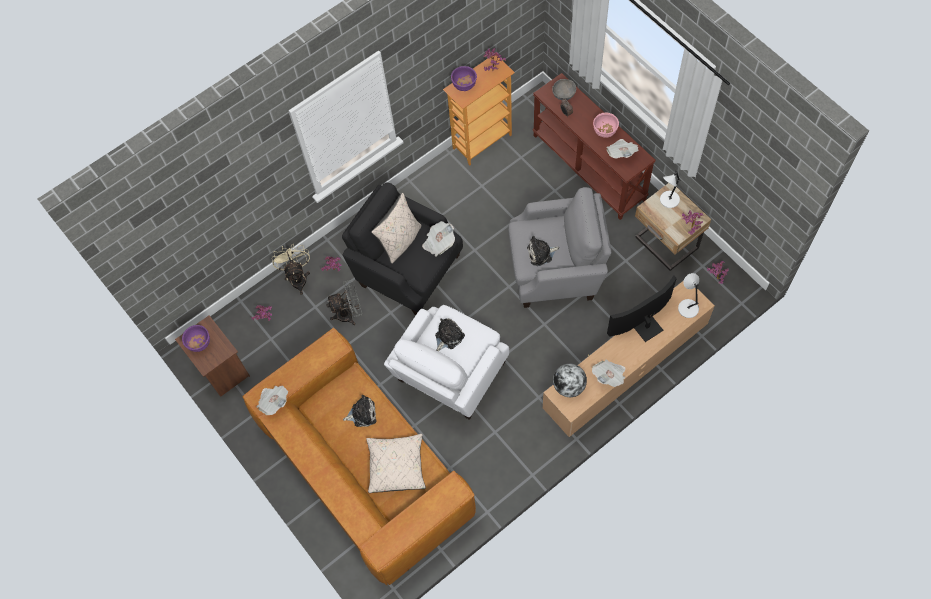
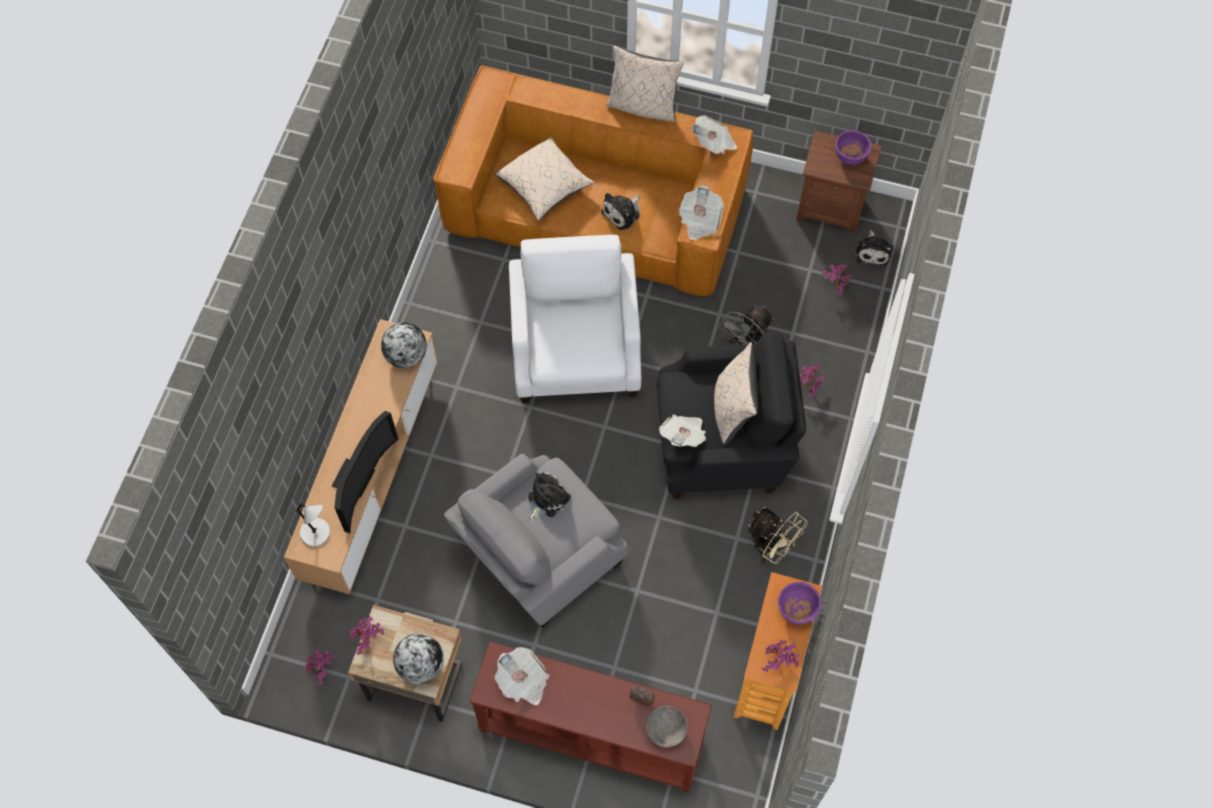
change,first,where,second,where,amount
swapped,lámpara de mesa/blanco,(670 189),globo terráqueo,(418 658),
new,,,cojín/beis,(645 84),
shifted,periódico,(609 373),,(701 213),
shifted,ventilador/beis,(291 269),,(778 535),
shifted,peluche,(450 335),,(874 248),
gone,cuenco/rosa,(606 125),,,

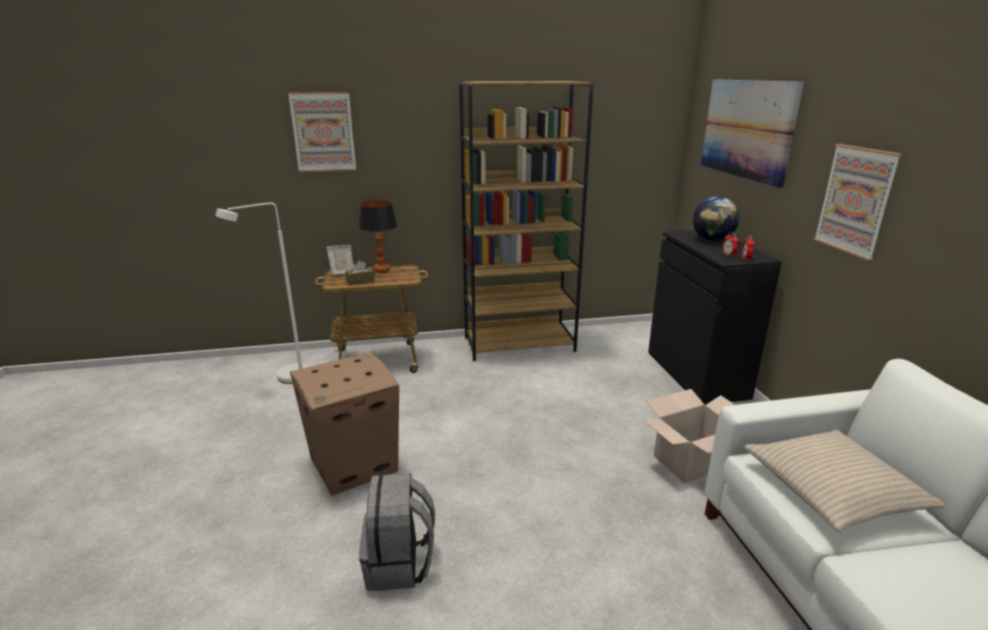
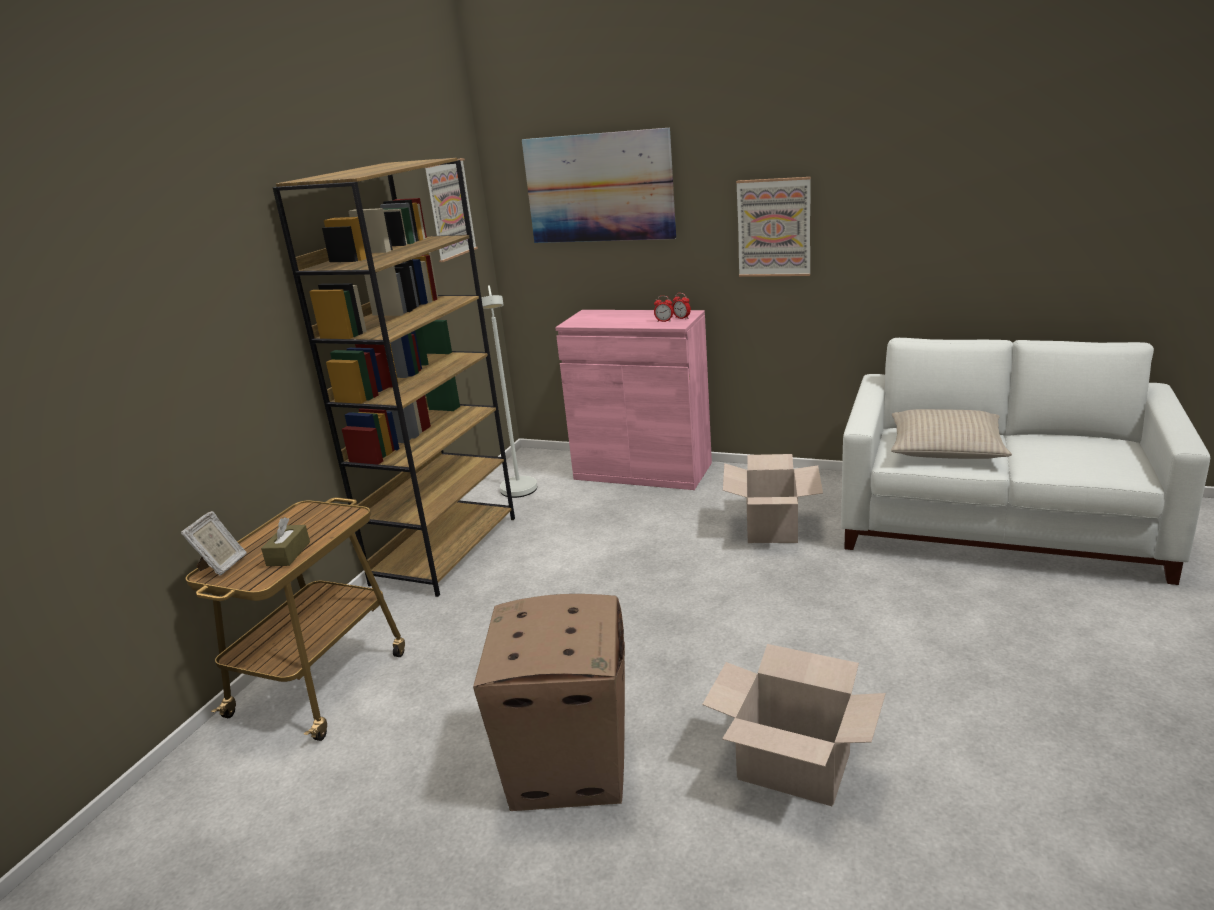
change,first,where,second,where,amount
shifted,cuadro,(322 132),,(451 210),
shifted,lámpara de pie/blanco,(261 293),,(509 391),
repainted,armario/negro,(715 317),armario/rosa,(633 400),
swapped,mochila/gris,(397 532),caja de cartón,(794 725),
gone,lámpara de mesa,(378 236),,,
gone,globo terráqueo,(716 219),,,

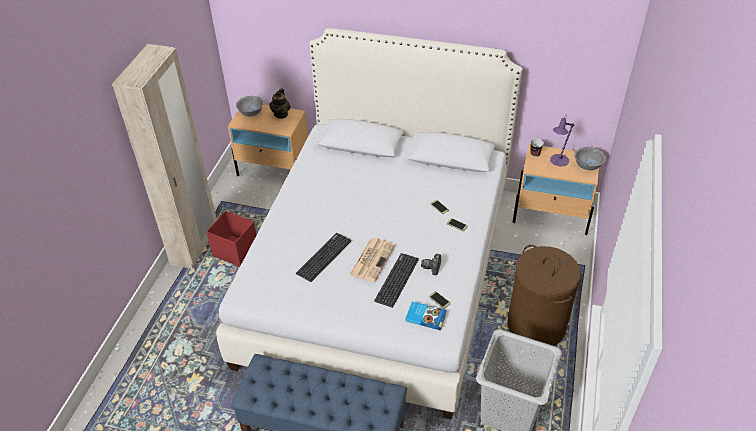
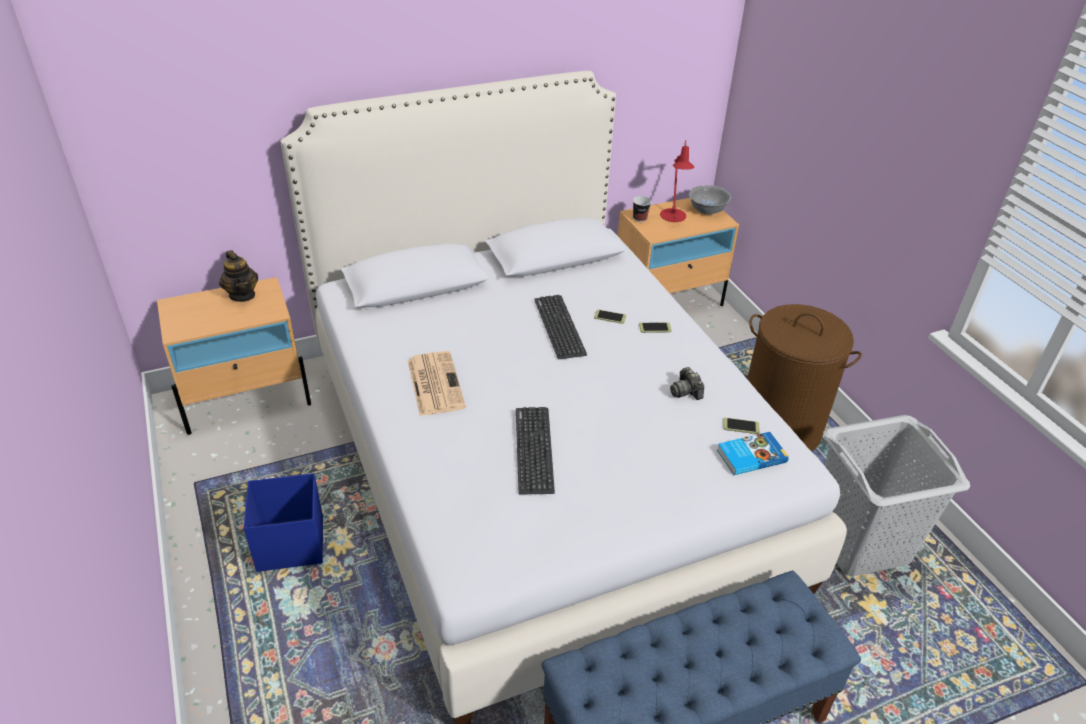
change,first,where,second,where,amount
repainted,caja de almacenaje/rojo,(231 239),caja de almacenaje/azul,(283 522),
shifted,periódico,(372 260),,(437 383),
shifted,teclado,(396 280),,(560 327),
repainted,lámpara de mesa/morado,(562 140),lámpara de mesa/rojo,(677 181),
gone,armario ropero/beis,(164 156),,,
gone,cuenco/gris,(250 106),,,

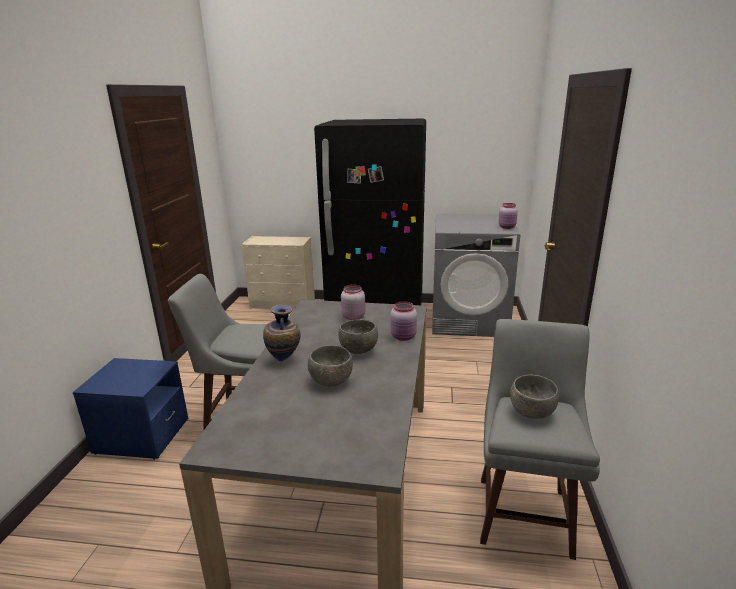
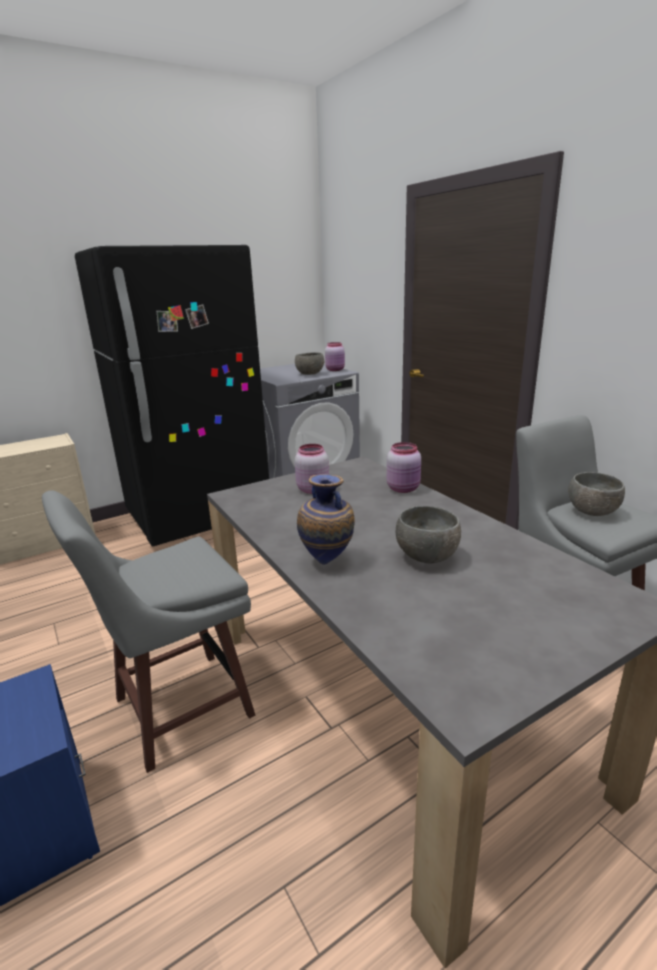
change,first,where,second,where,amount
shifted,cuenco/gris,(358 336),,(309 363),

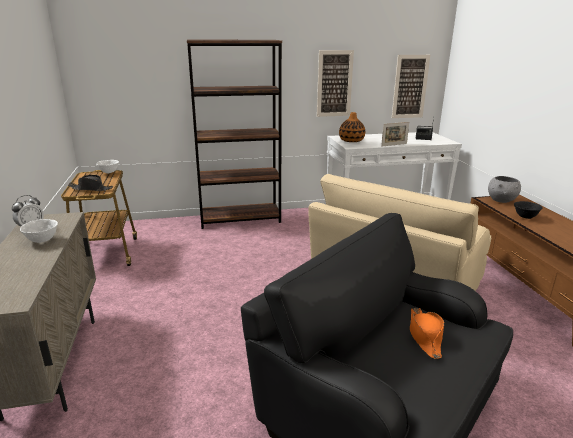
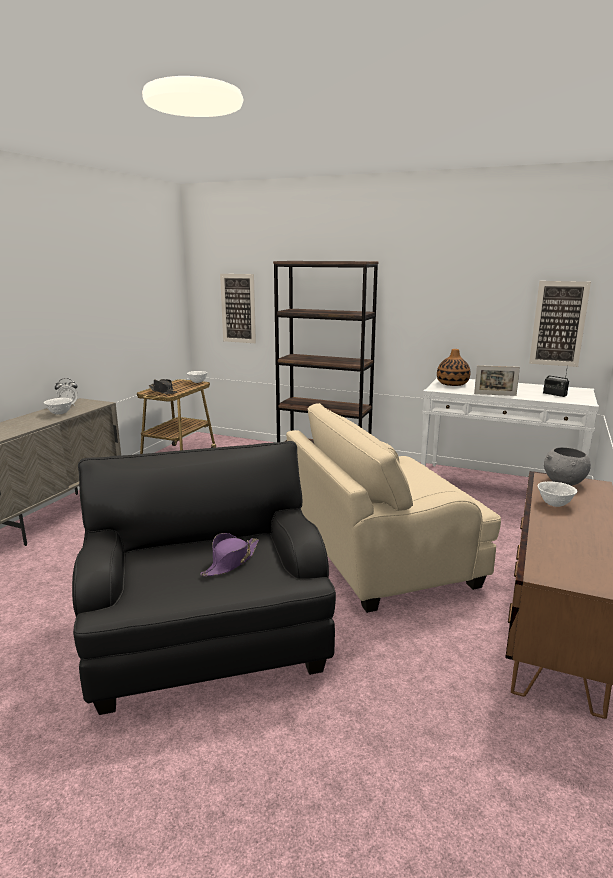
change,first,where,second,where,amount
repainted,sombrero/naranja,(427 333),sombrero/morado,(229 555),
shifted,cuadro,(335 83),,(238 308),
repainted,cuenco/negro,(528 210),cuenco/blanco,(557 494),

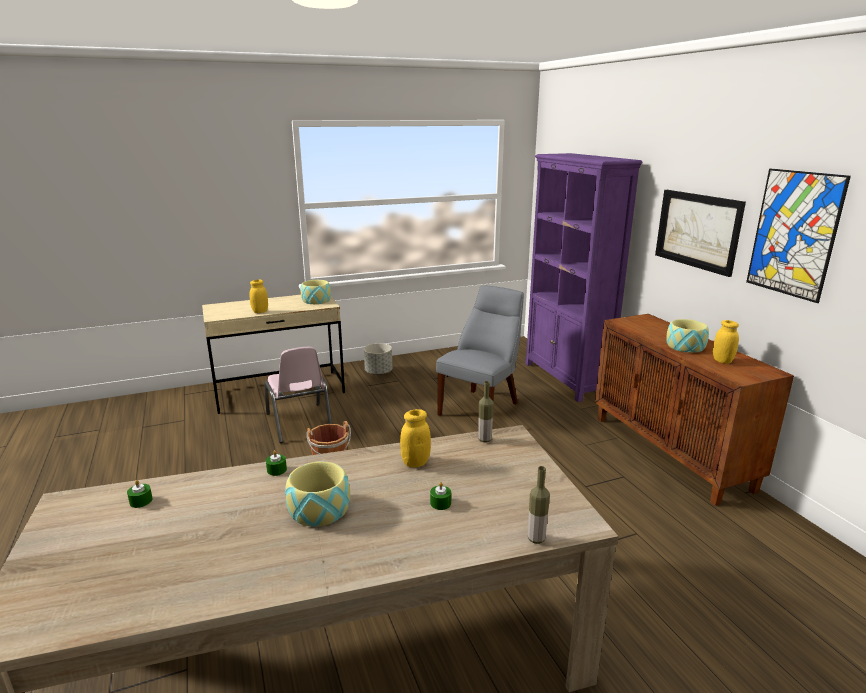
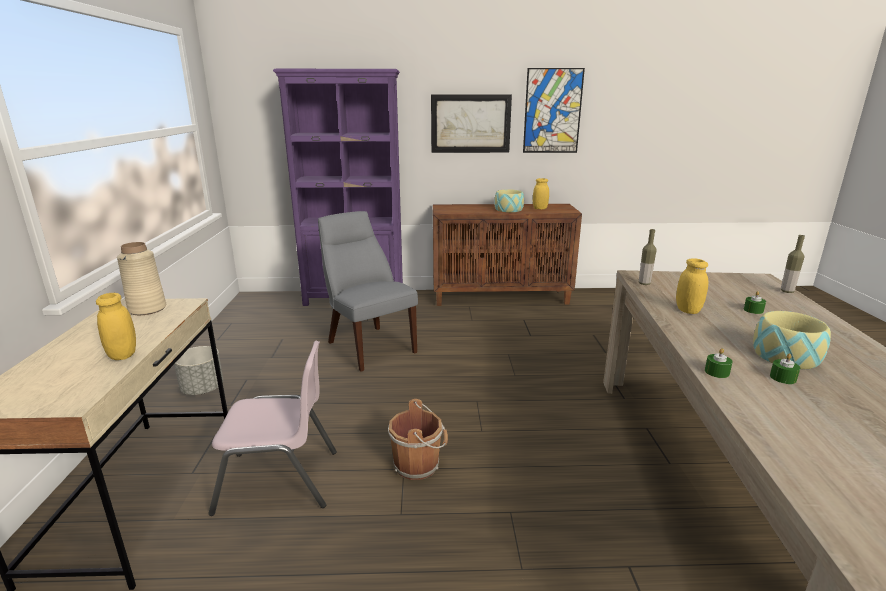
change,first,where,second,where,amount
swapped,cuenco,(316 292),florero/beis,(141 278),
shifted,vela/verde,(140 494),,(785 369),

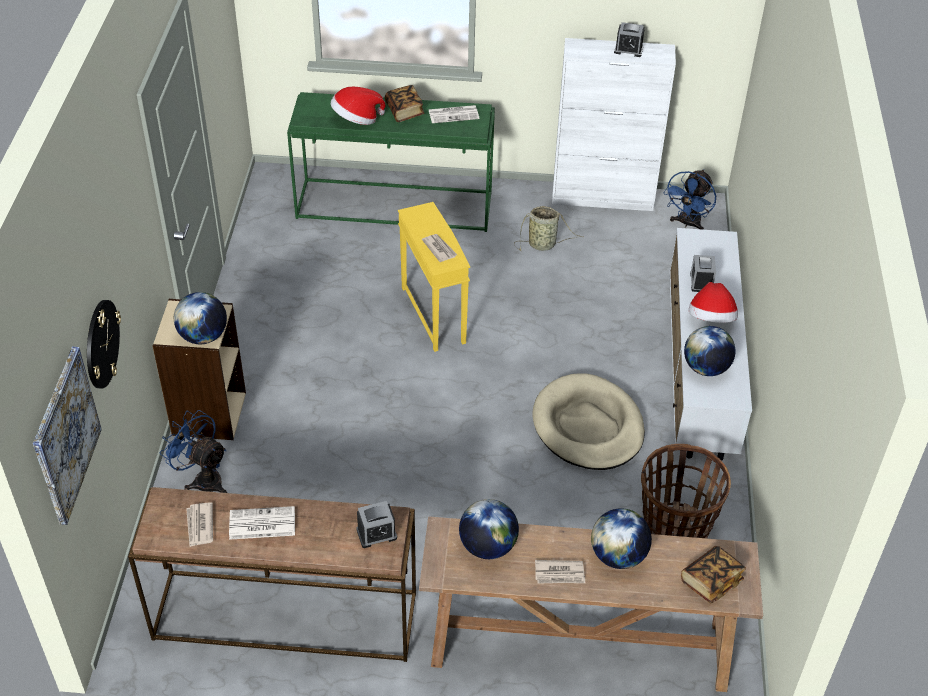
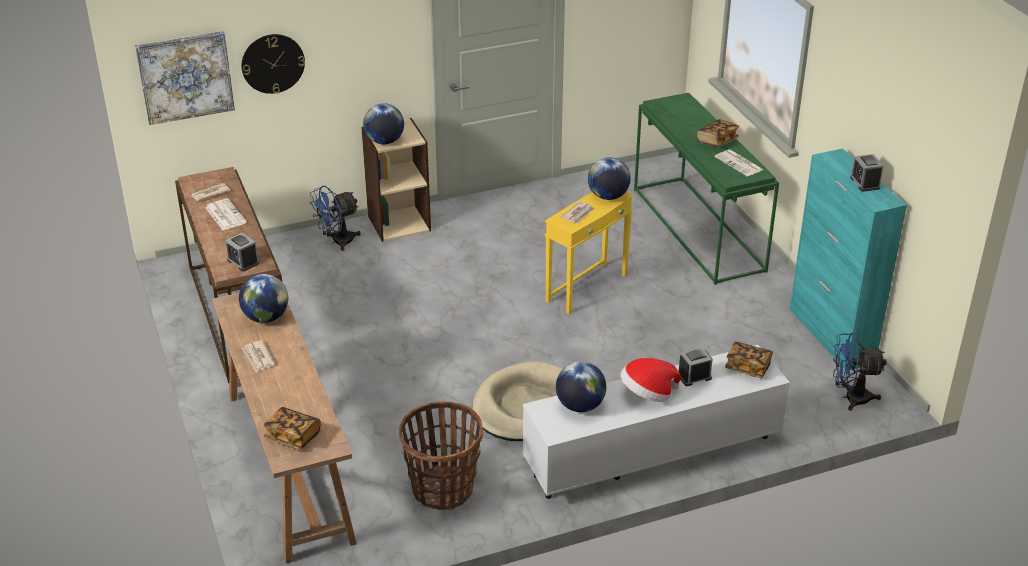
change,first,where,second,where,amount
rotated,ventilador/azul,(193 451),,(335 218),135 degrees counterclockwise
shifted,globo terráqueo,(621 538),,(609 178),
new,,,libro,(749 360),
repainted,armario/blanco,(614 124),armario/turquesa,(848 259),
gone,sombrero,(358 106),,,
gone,cesta,(548 228),,,

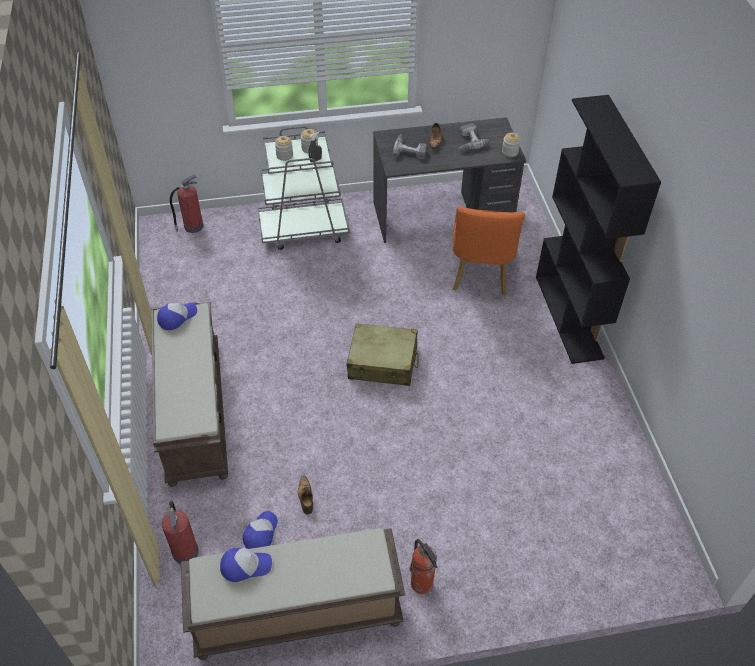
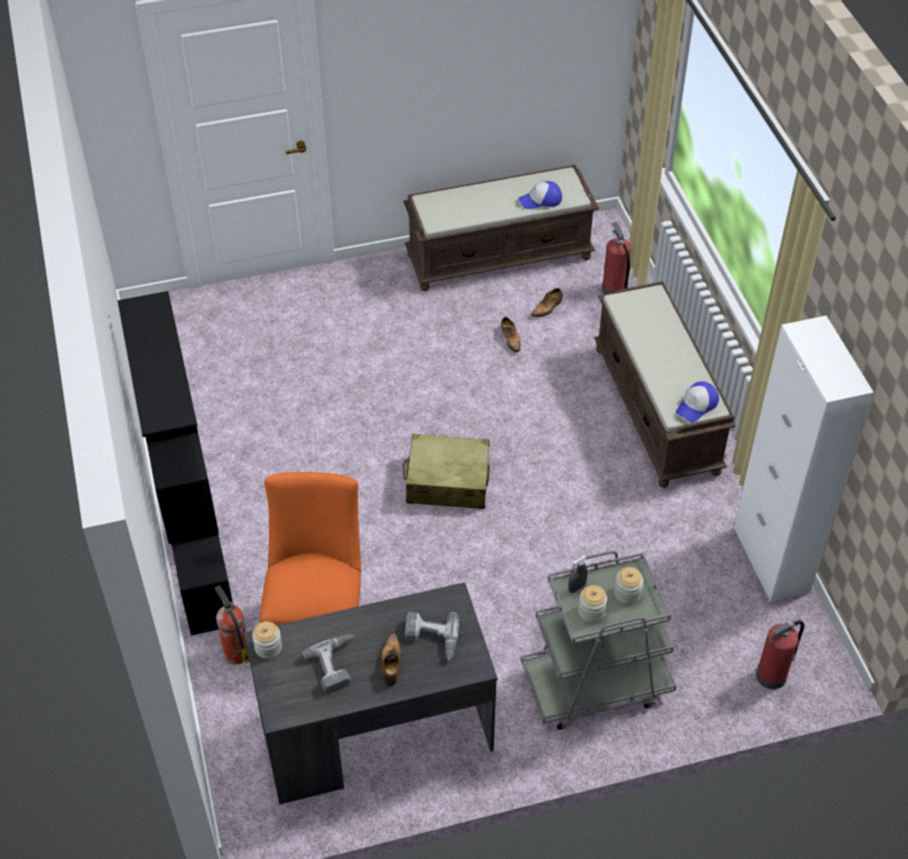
change,first,where,second,where,amount
shifted,extintor,(423 566),,(232 624),
swapped,gorra,(260 530),zapato,(546 302),
new,,,armario/blanco,(804 459),

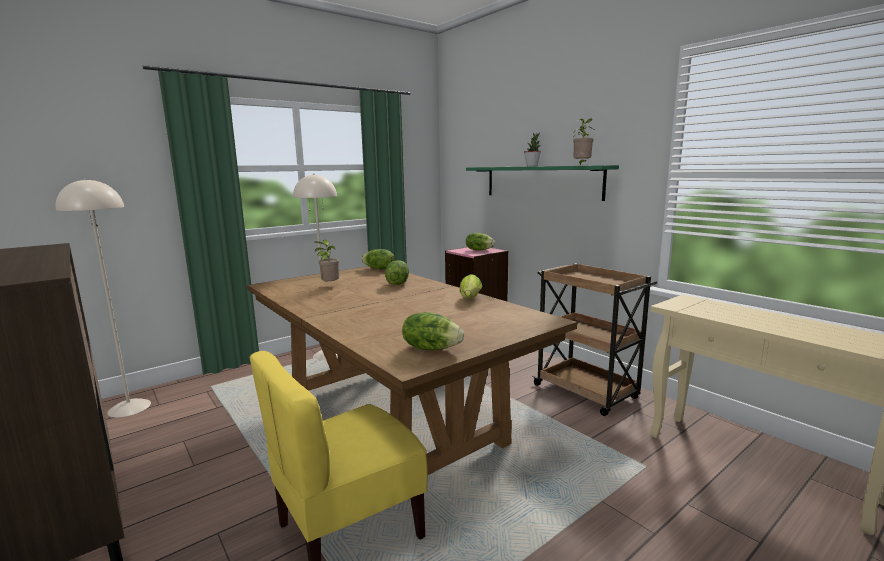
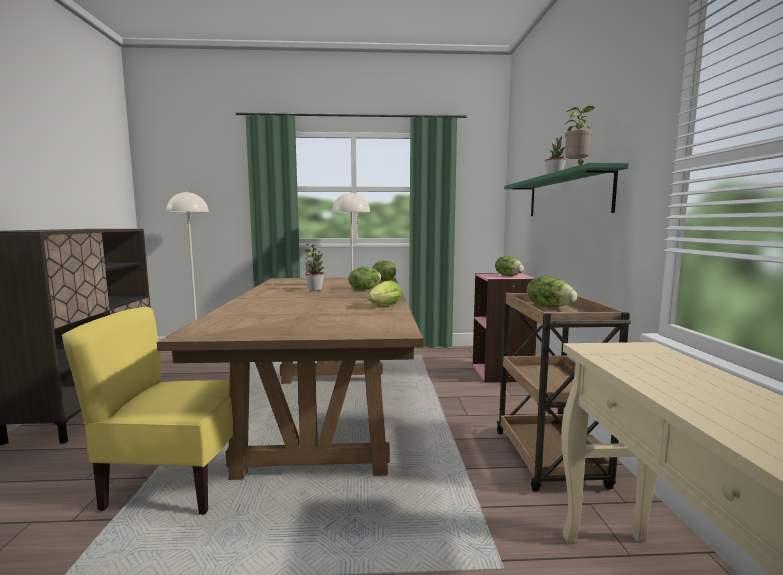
change,first,where,second,where,amount
new,,,planta en maceta,(315 272),
shifted,lechuga,(433 331),,(552 291),

